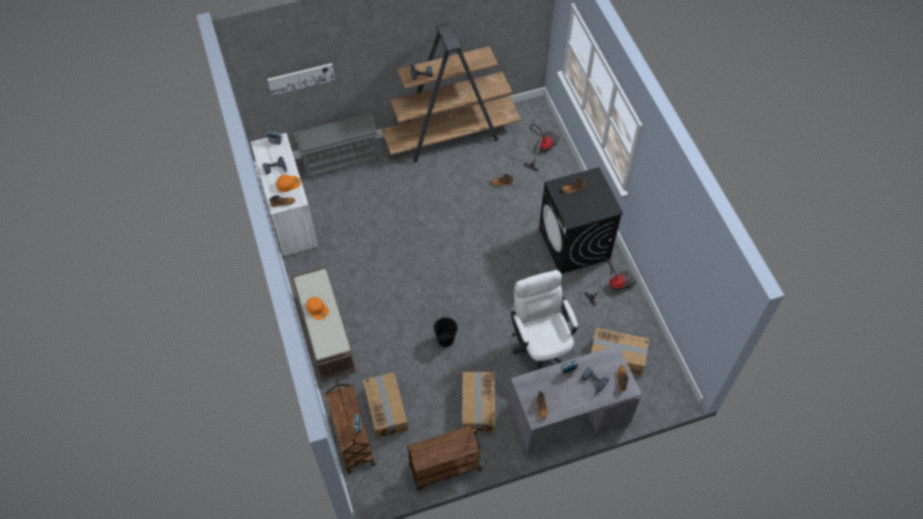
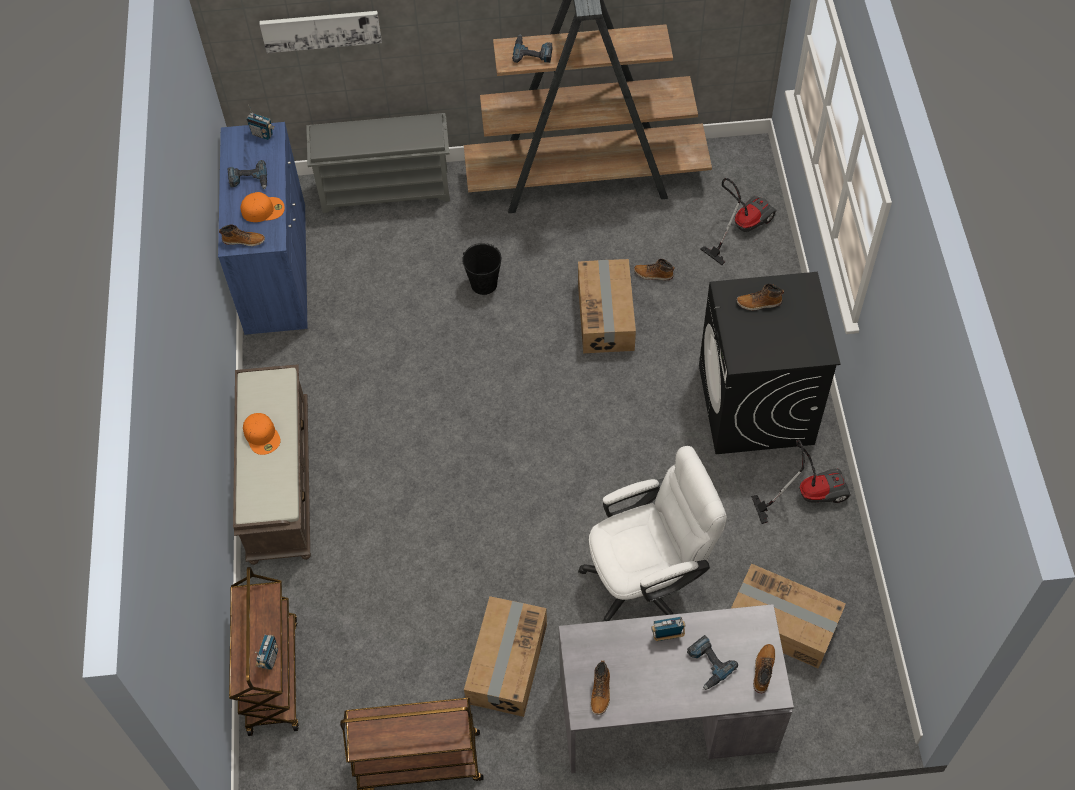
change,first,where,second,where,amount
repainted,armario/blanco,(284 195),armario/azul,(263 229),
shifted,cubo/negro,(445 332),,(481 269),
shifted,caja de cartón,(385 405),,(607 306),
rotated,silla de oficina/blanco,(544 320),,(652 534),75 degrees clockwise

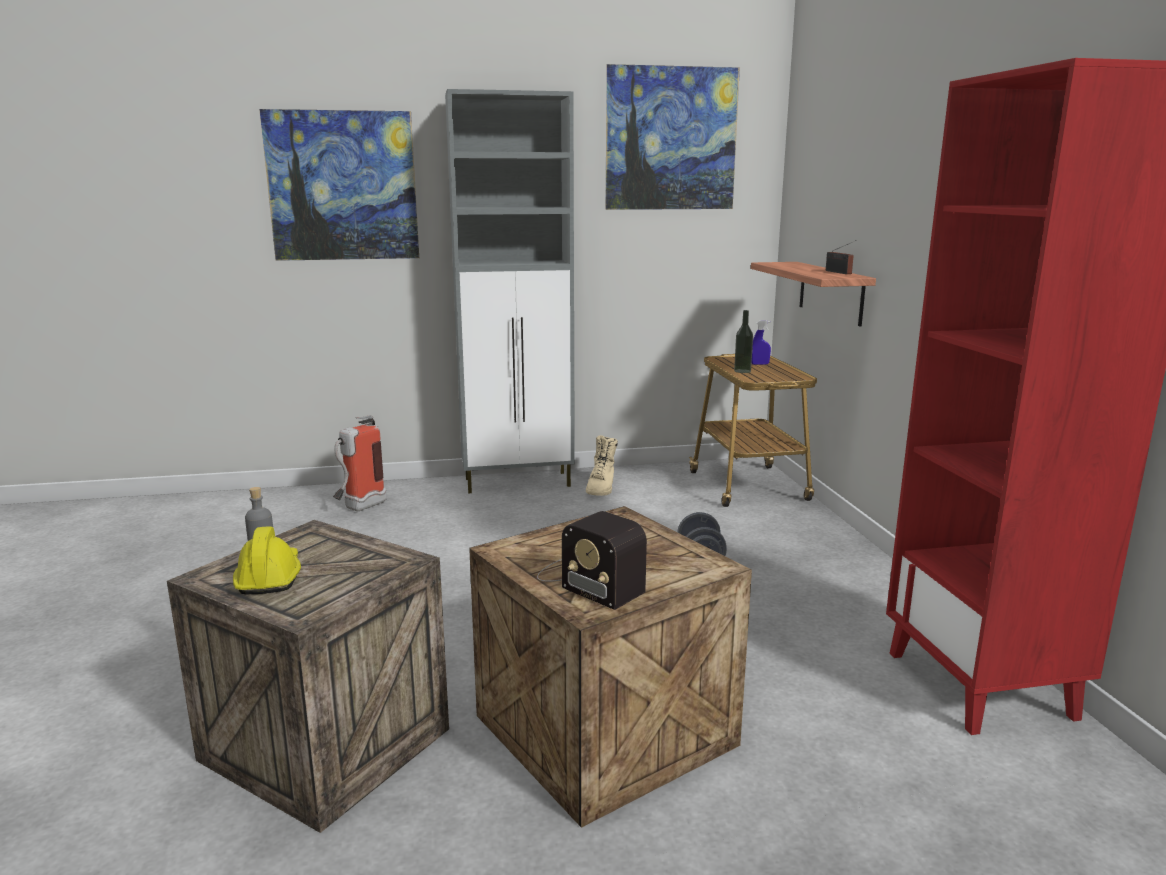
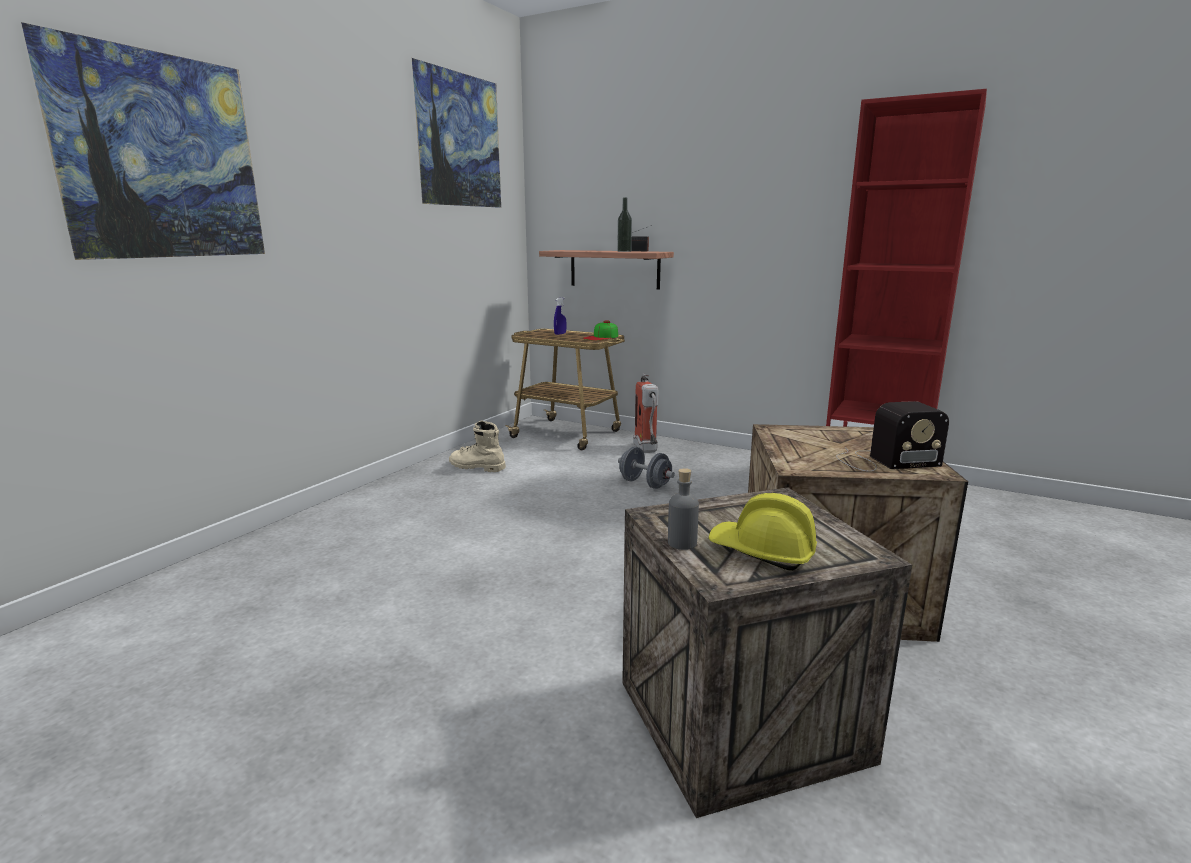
change,first,where,second,where,amount
rotated,bota/beis,(602 465),,(477 446),150 degrees clockwise
new,,,gorra,(600 330),
shifted,botella,(743 341),,(624 224),
shifted,extintor,(360 463),,(646 413),
gone,armario/gris,(510 291),,,

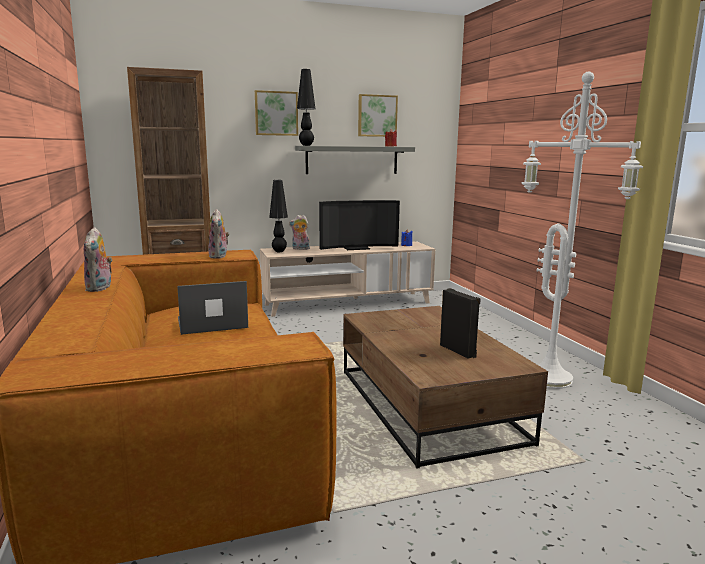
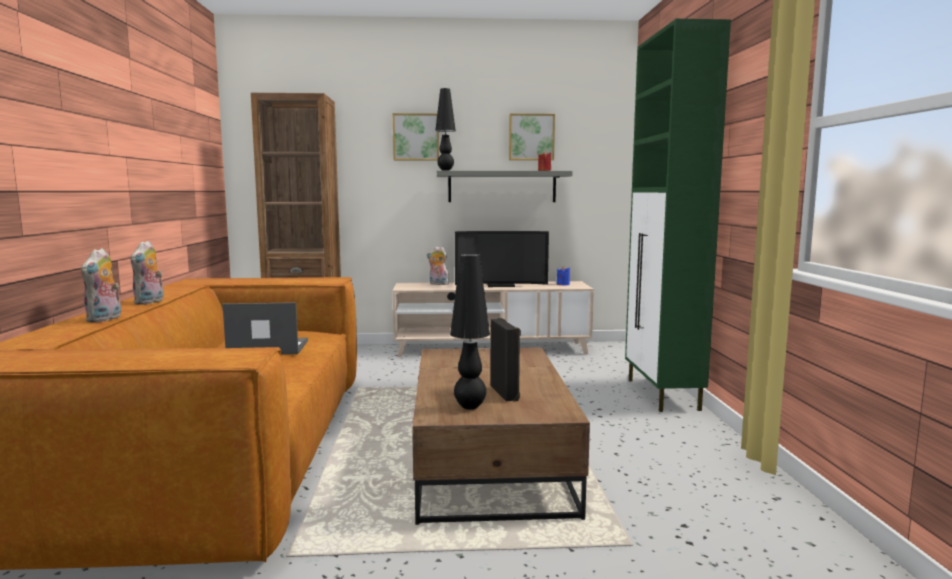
change,first,where,second,where,amount
shifted,peluche,(219 234),,(101 285),
shifted,lámpara de mesa/negro,(278 216),,(470 332),
new,,,armario/verde,(678 215),
gone,lámpara de pie/blanco,(582 230),,,

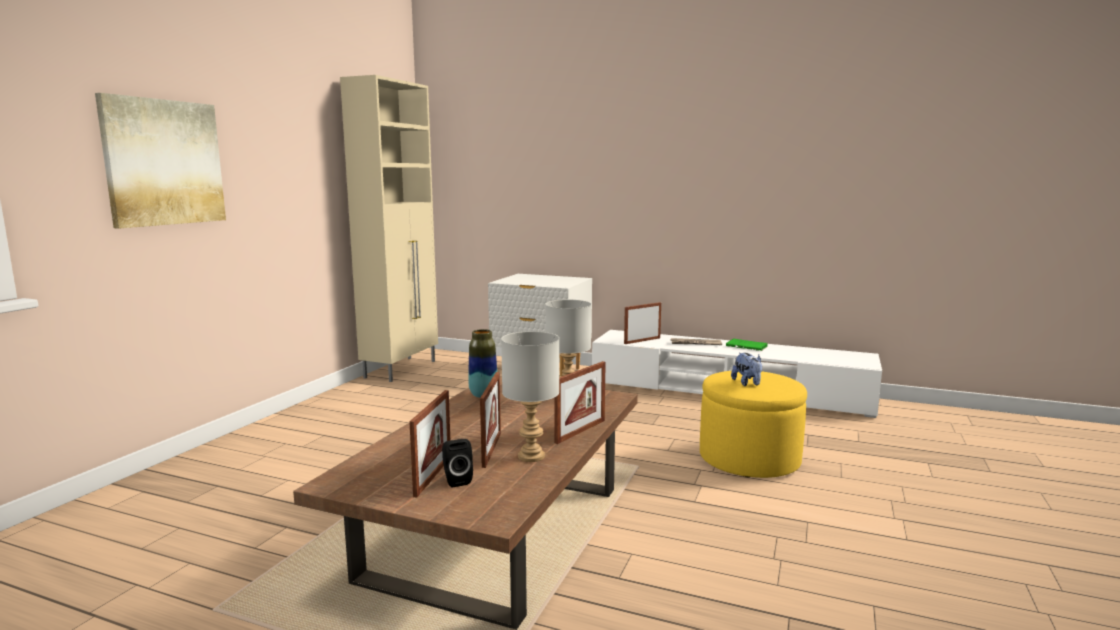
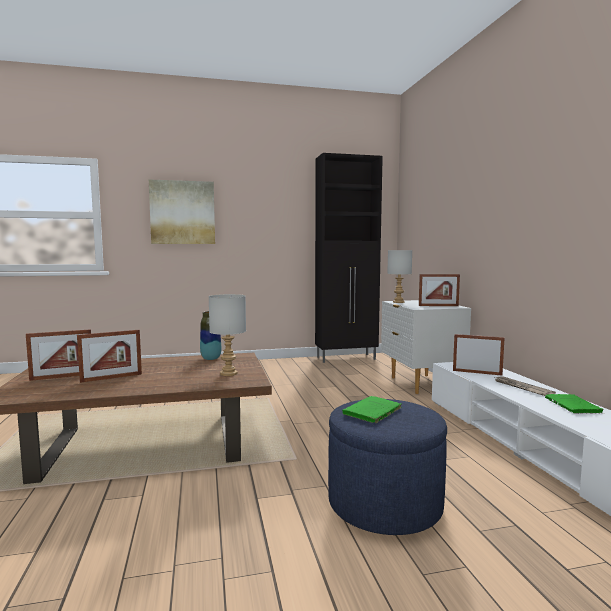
change,first,where,second,where,amount
repainted,armario/beis,(389 228),armario/negro,(349 258),
repainted,puf/amarillo,(753 424),puf/azul,(387 467),
swapped,peluche,(746 369),libro/verde,(372 410),
shifted,lámpara de mesa/gris,(530 396),,(399 276),
shifted,portarretratos,(580 402),,(439 290),
gone,altavoz/negro,(457 463),,,

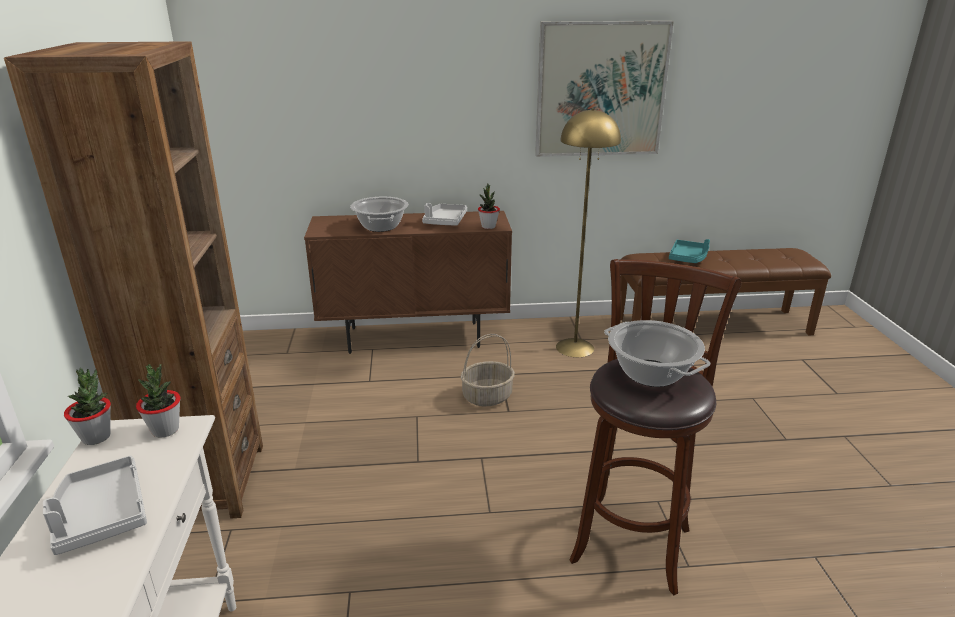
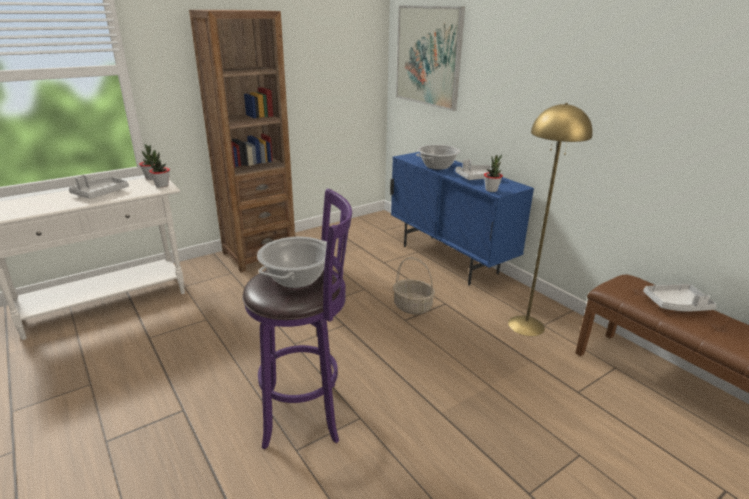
change,first,where,second,where,amount
repainted,taburete/marrón,(655 427),taburete/morado,(297 319),
repainted,armario/marrón,(408 282),armario/azul,(462 219),
shifted,cuadro,(604 89),,(430 58),
repainted,bandeja/turquesa,(689 251),bandeja/gris,(679 297),

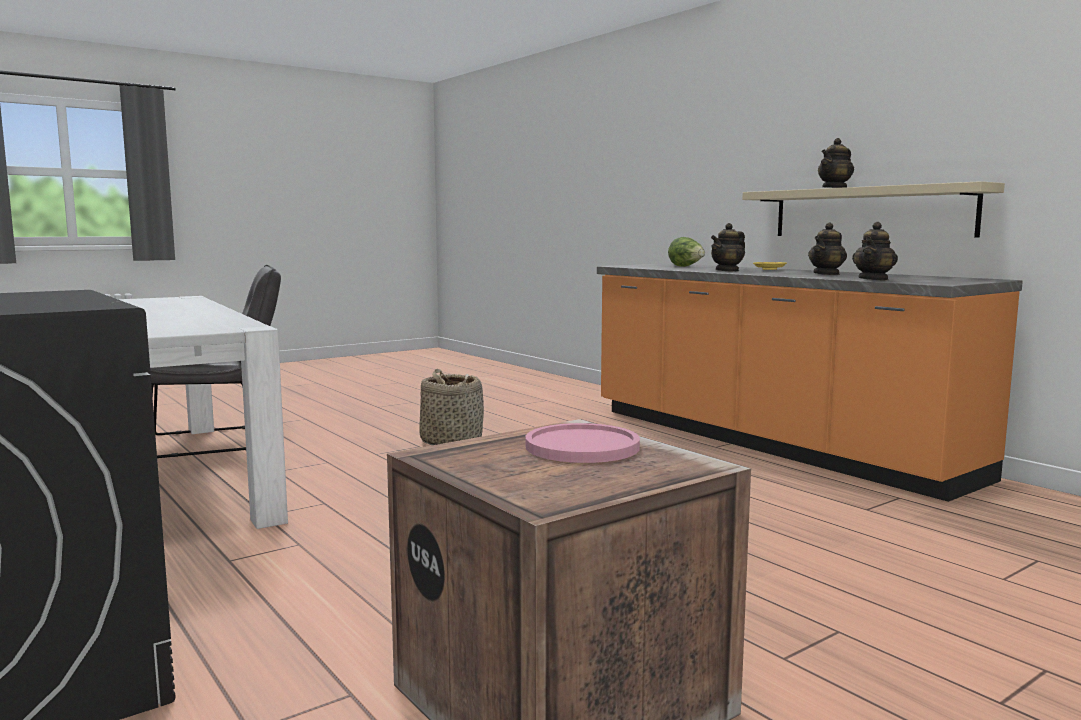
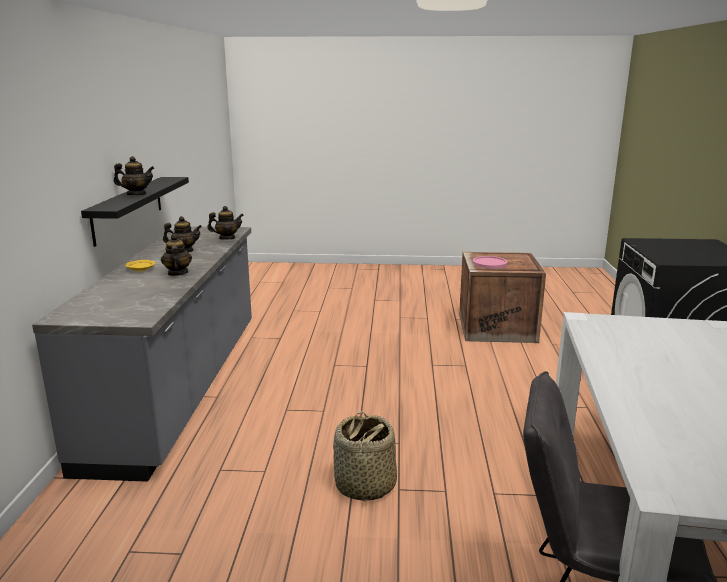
change,first,where,second,where,amount
repainted,mueble bajo de cocina/naranja,(810 383),mueble bajo de cocina/gris,(142 354),
repainted,estante/beis,(873 209),estante/negro,(135 212),
rotated,tetera,(728 247),,(176 255),105 degrees counterclockwise
gone,lechuga,(686 252),,,

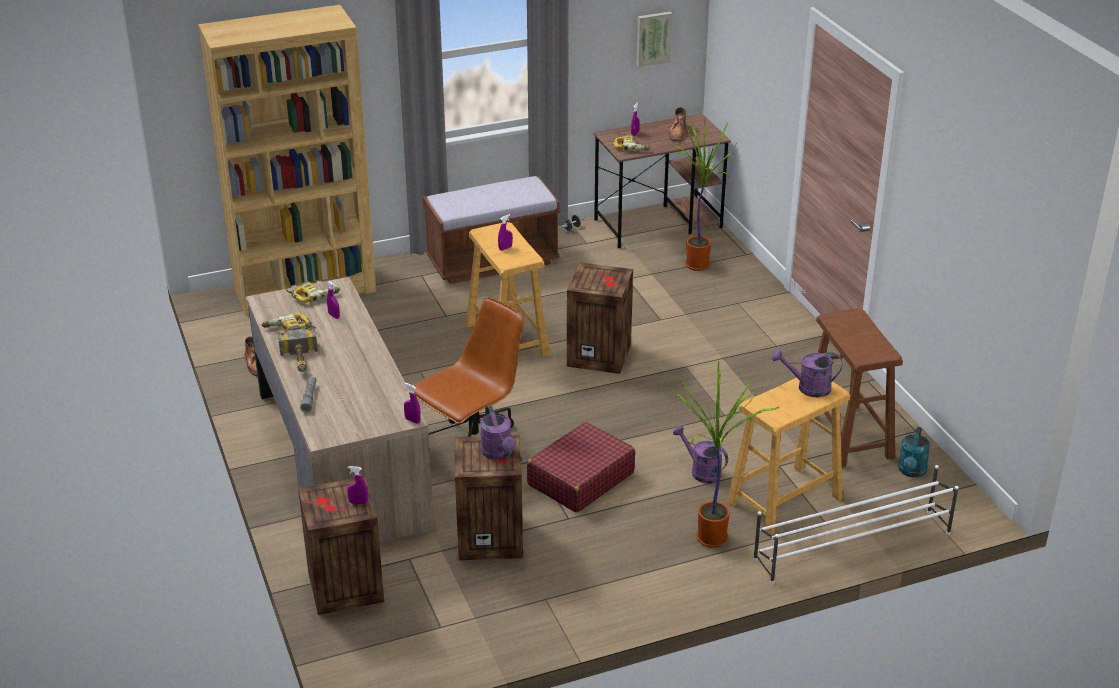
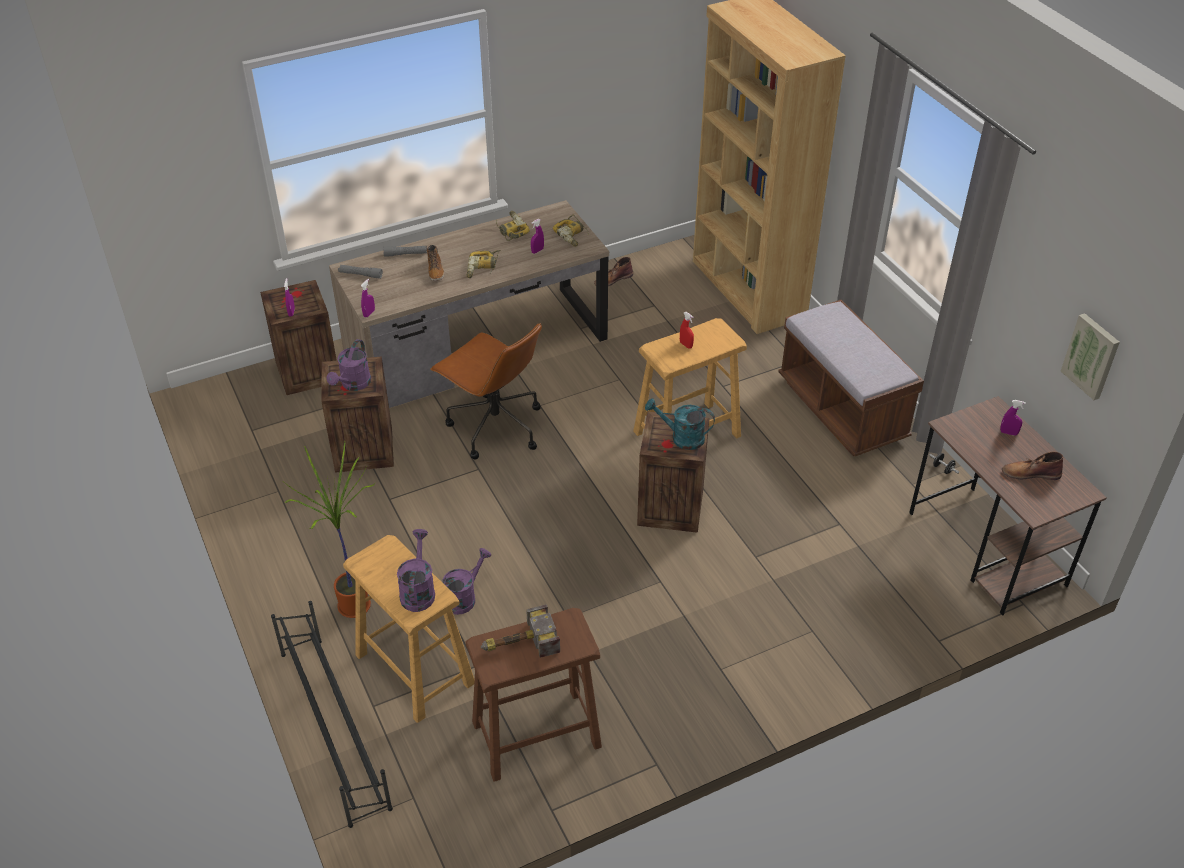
change,first,where,second,where,amount
repainted,zapatero/blanco,(856 524),zapatero/negro,(332 714),
rotated,regadera/morado,(498 432),,(348 365),45 degrees counterclockwise
new,,,linterna/gris,(360 272),
new,,,bota,(436 263),
shifted,taladro,(632 142),,(483 264),
shifted,martillo,(298 349),,(520 631),
shifted,regadera/turquesa,(914 452),,(680 424),
repainted,pulverizador/morado,(505 232),pulverizador/rojo,(687 330),
gone,maleta/rojo,(581 467),,,
gone,planta en maceta,(704 195),,,

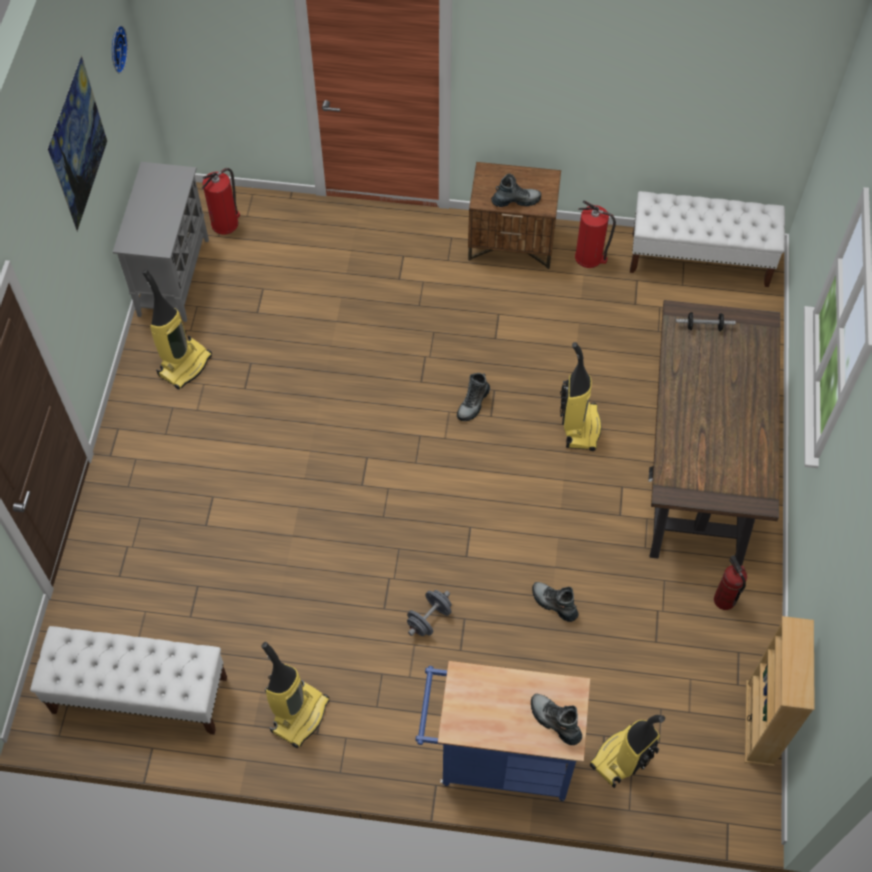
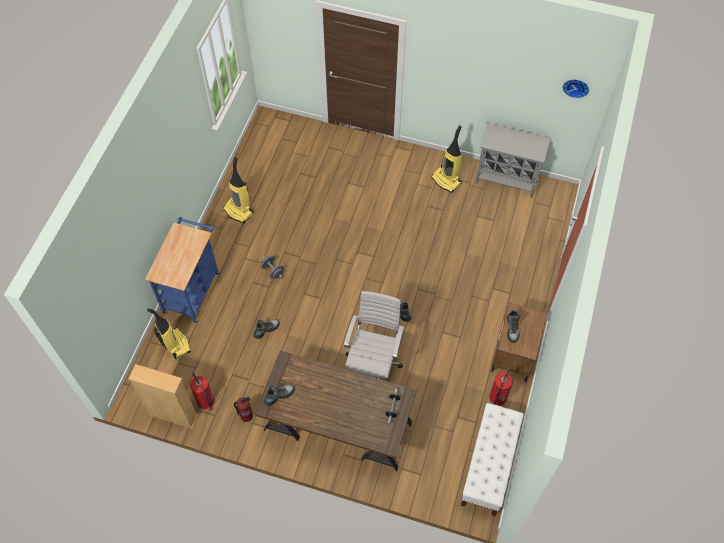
change,first,where,second,where,amount
shifted,extintor,(221 201),,(202 392),
shifted,bota,(556 719),,(279 395),
swapped,aspiradora,(581 396),silla de oficina/blanco,(374 335),
gone,banco/blanco,(128 680),,,
gone,cuadro,(77 143),,,

